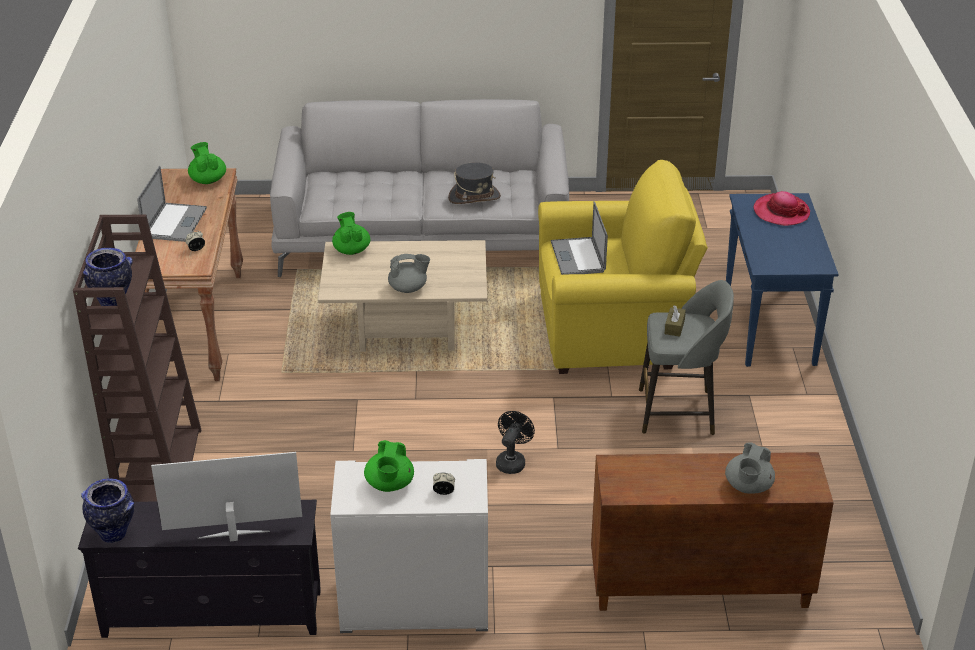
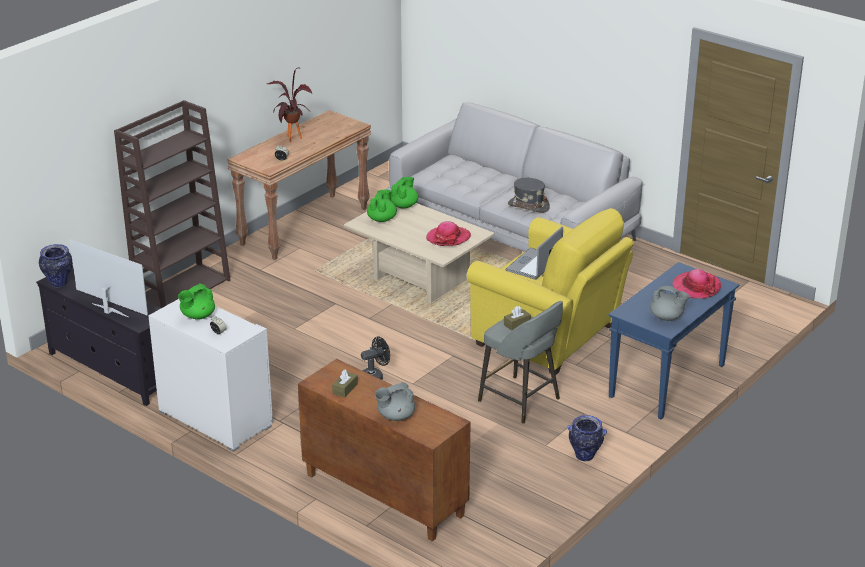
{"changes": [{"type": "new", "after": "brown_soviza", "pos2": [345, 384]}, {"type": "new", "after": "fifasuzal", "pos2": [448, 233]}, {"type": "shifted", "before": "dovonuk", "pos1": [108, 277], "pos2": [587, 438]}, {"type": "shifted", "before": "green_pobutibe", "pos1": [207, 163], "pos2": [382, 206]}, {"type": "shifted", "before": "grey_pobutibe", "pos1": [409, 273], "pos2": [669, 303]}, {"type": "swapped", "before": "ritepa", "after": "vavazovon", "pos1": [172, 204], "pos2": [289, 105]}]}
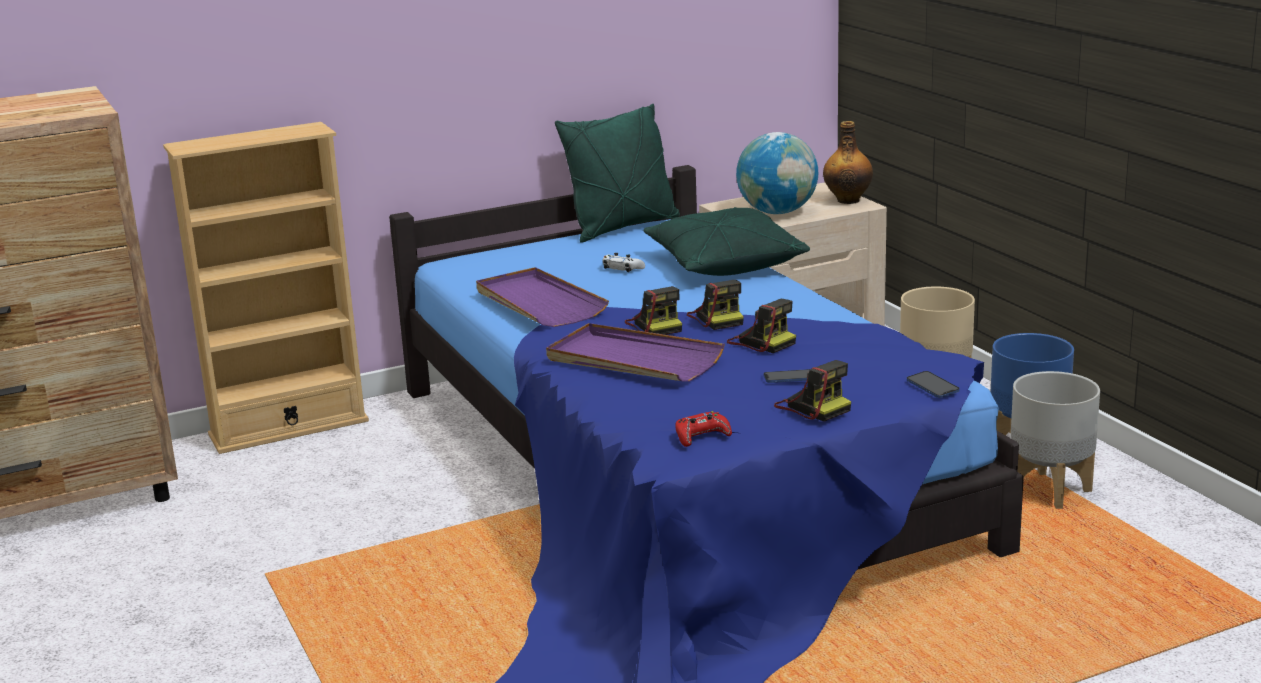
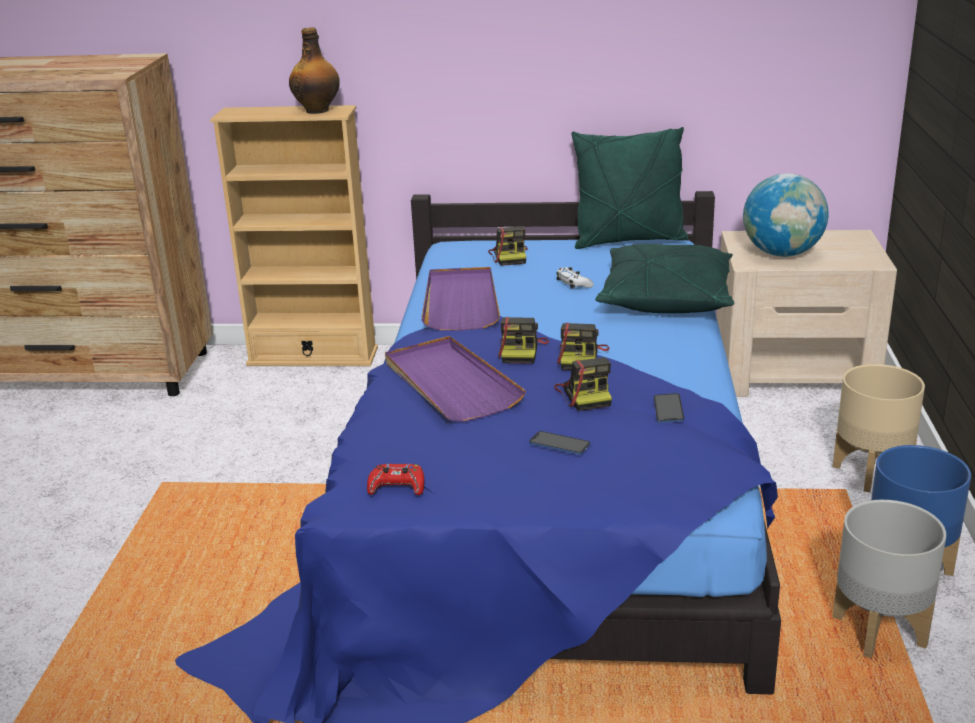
{"changes": [{"type": "shifted", "before": "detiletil", "pos1": [812, 391], "pos2": [508, 246]}, {"type": "shifted", "before": "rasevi", "pos1": [848, 162], "pos2": [314, 70]}, {"type": "shifted", "before": "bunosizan", "pos1": [933, 384], "pos2": [669, 408]}]}
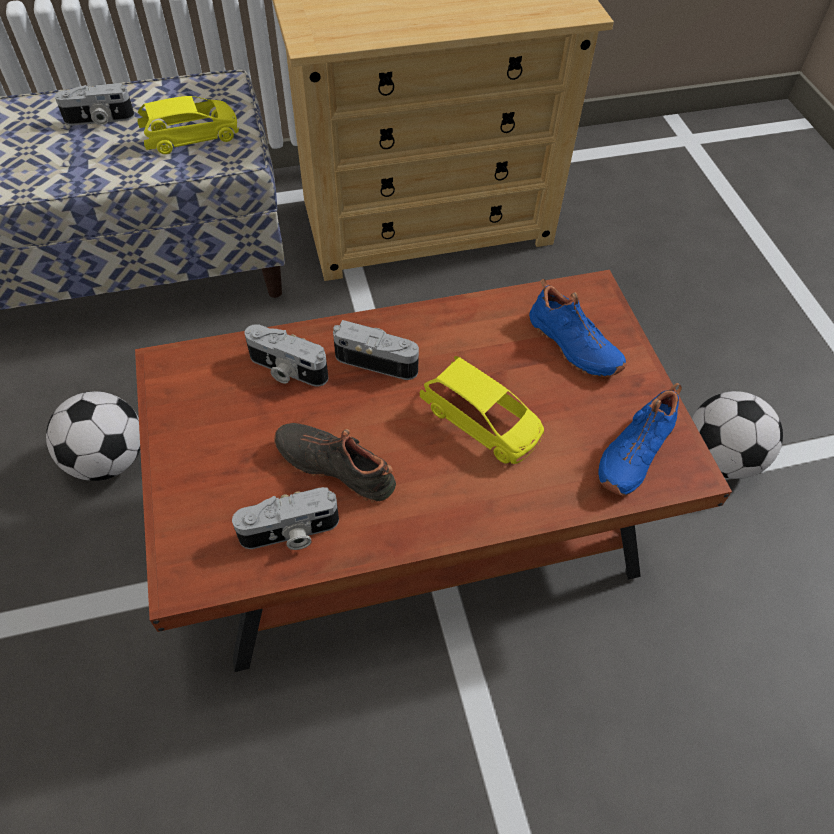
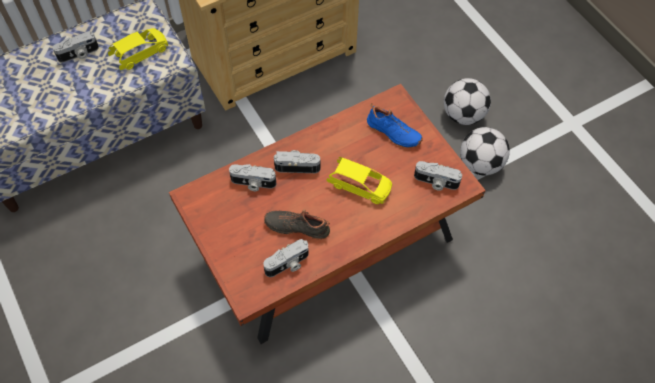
{"changes": [{"type": "shifted", "before": "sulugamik", "pos1": [93, 436], "pos2": [467, 101]}, {"type": "swapped", "before": "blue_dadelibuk", "after": "detiletil", "pos1": [640, 439], "pos2": [438, 176]}]}
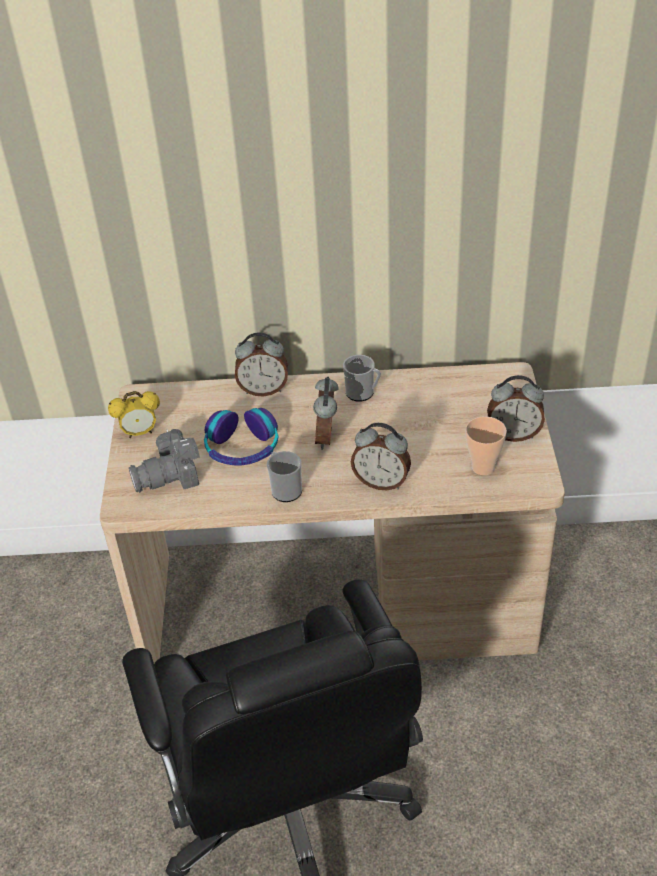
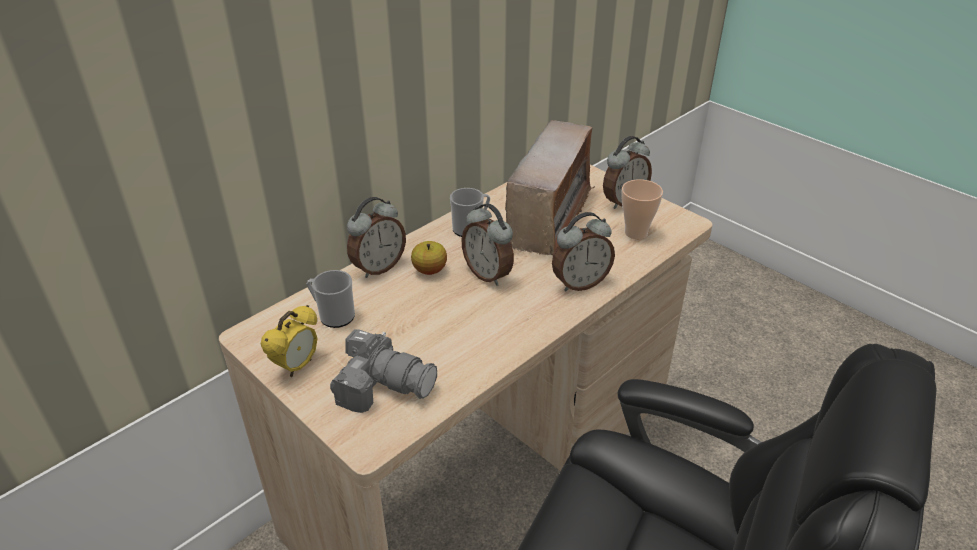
{"changes": [{"type": "gone", "before": "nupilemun", "pos1": [241, 436]}, {"type": "new", "after": "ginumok", "pos2": [429, 258]}, {"type": "new", "after": "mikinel", "pos2": [550, 188]}, {"type": "shifted", "before": "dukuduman", "pos1": [284, 476], "pos2": [331, 299]}, {"type": "rotated", "before": "detiletil", "pos1": [164, 461], "pos2": [383, 371], "turn": -90}]}
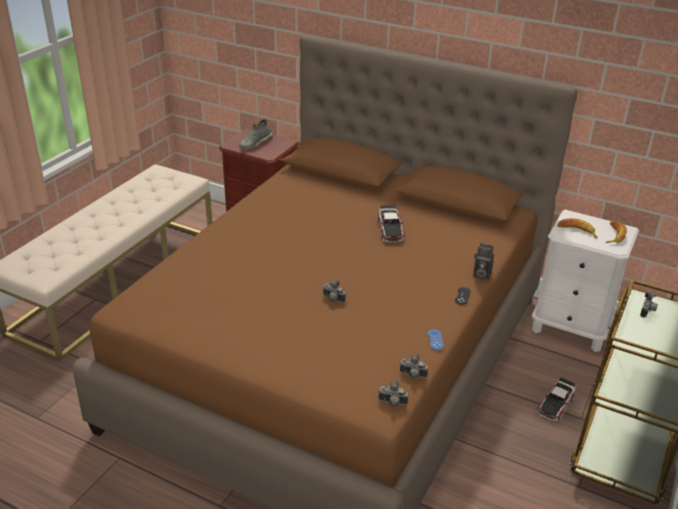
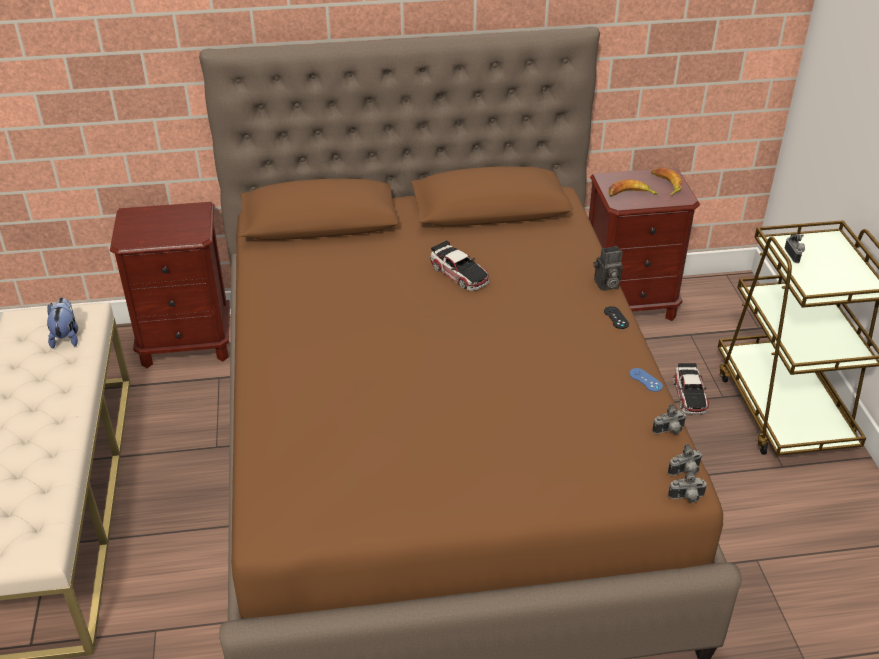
{"changes": [{"type": "gone", "before": "grey_dadelibuk", "pos1": [256, 134]}, {"type": "new", "after": "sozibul", "pos2": [62, 323]}, {"type": "shifted", "before": "detiletil", "pos1": [334, 291], "pos2": [687, 486]}, {"type": "repainted", "before": "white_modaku", "after": "brown_modaku", "pos1": [585, 281], "pos2": [644, 244]}]}
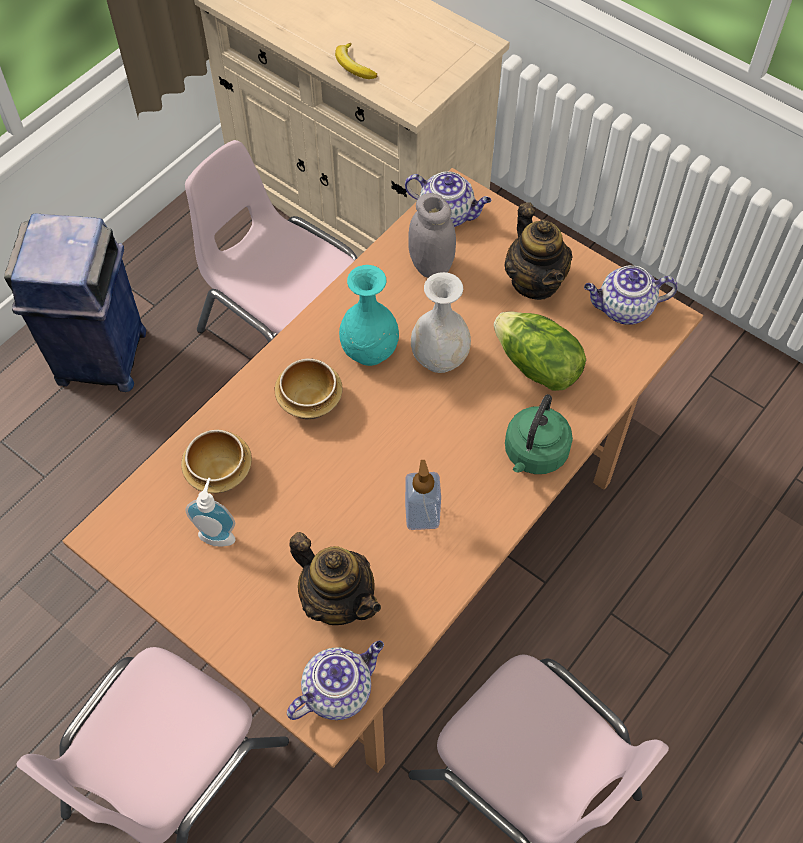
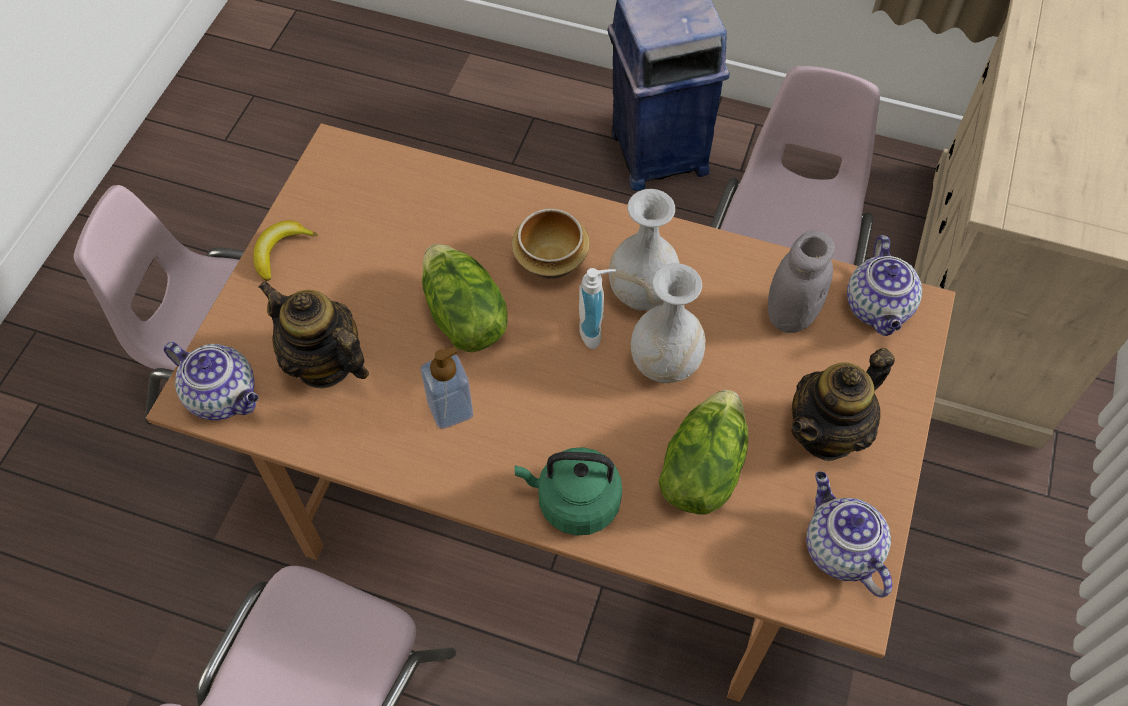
{"changes": [{"type": "gone", "before": "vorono", "pos1": [216, 461]}, {"type": "new", "after": "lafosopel", "pos2": [465, 298]}, {"type": "shifted", "before": "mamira", "pos1": [210, 512], "pos2": [597, 308]}, {"type": "shifted", "before": "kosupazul", "pos1": [356, 61], "pos2": [285, 250]}, {"type": "repainted", "before": "turquoise_dovonuk", "after": "white_dovonuk", "pos1": [369, 315], "pos2": [644, 250]}, {"type": "rotated", "before": "pobutibe", "pos1": [335, 578], "pos2": [313, 334], "turn": 105}]}
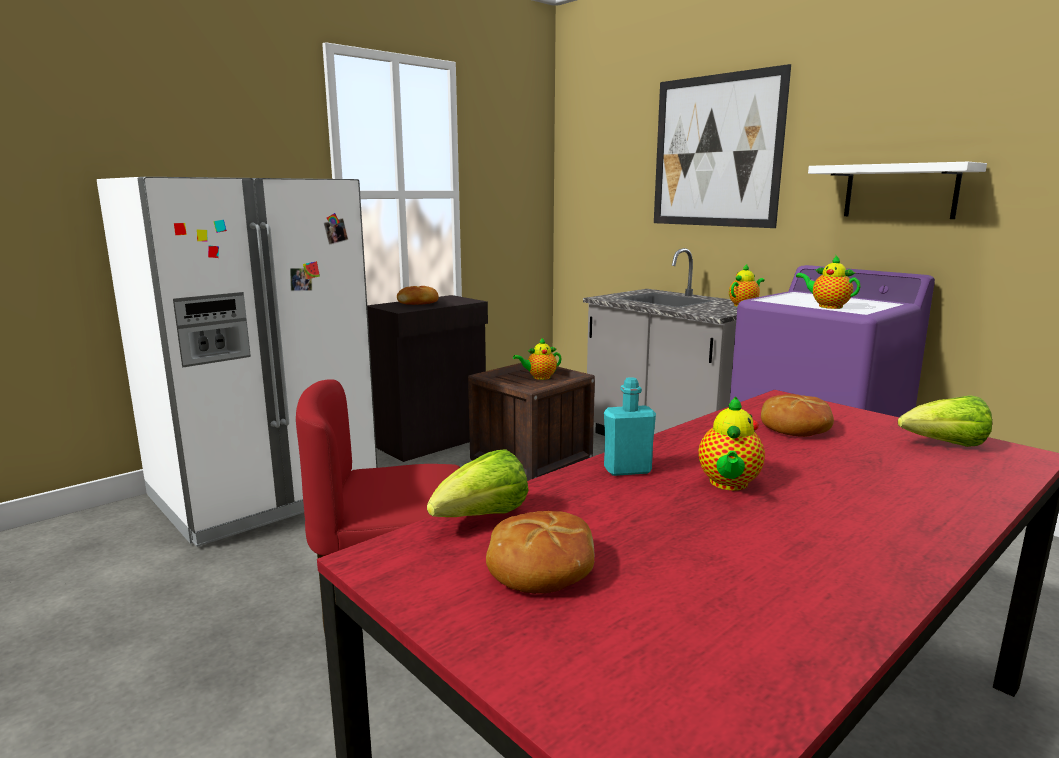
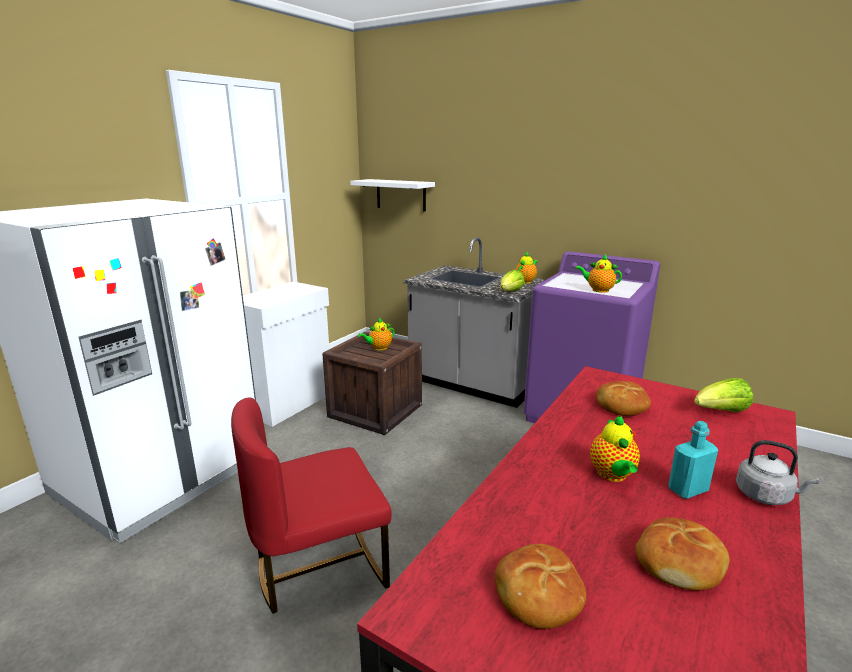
{"changes": [{"type": "gone", "before": "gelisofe", "pos1": [722, 146]}, {"type": "new", "after": "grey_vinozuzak", "pos2": [777, 472]}, {"type": "shifted", "before": "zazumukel", "pos1": [418, 295], "pos2": [682, 554]}, {"type": "shifted", "before": "lafosopel", "pos1": [478, 483], "pos2": [512, 280]}, {"type": "shifted", "before": "turquoise_rasevi", "pos1": [630, 426], "pos2": [693, 460]}, {"type": "shifted", "before": "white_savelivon", "pos1": [897, 190], "pos2": [392, 195]}, {"type": "repainted", "before": "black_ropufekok", "after": "white_ropufekok", "pos1": [427, 378], "pos2": [286, 354]}]}
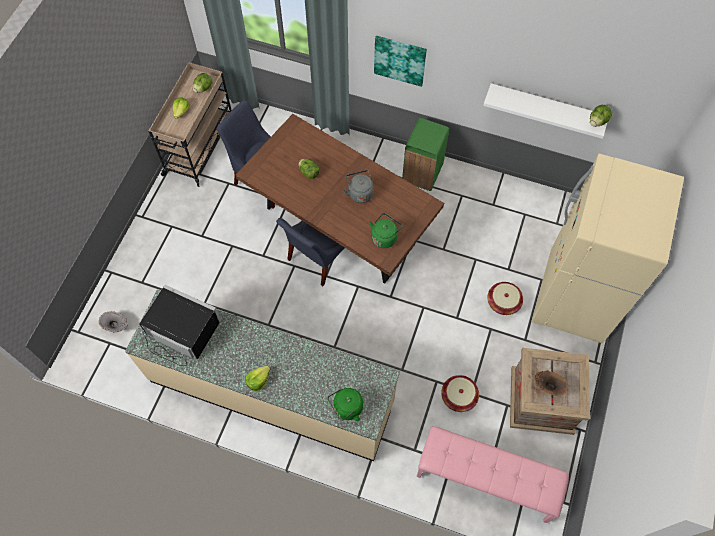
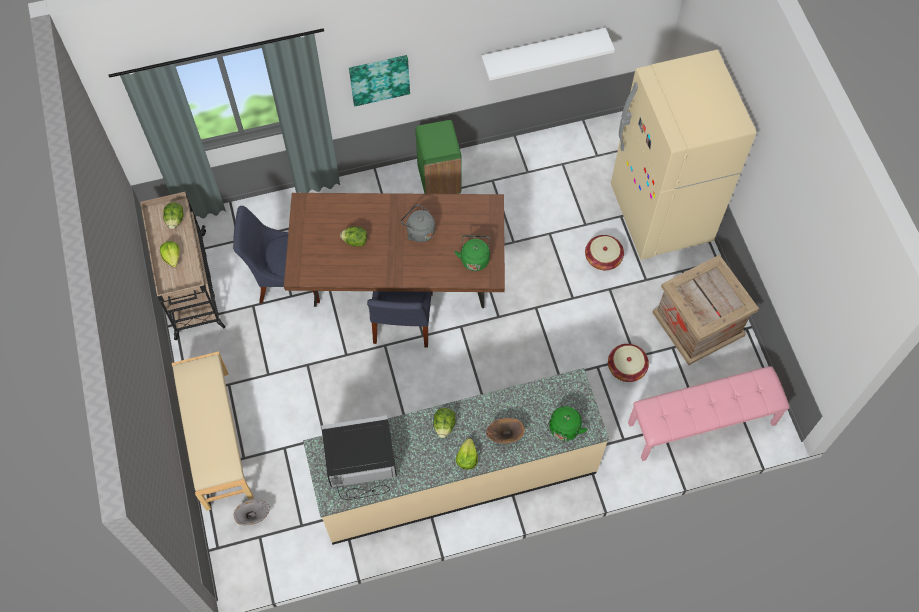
{"changes": [{"type": "new", "after": "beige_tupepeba", "pos2": [213, 431]}, {"type": "shifted", "before": "brown_dovonuk", "pos1": [551, 383], "pos2": [505, 431]}, {"type": "shifted", "before": "lafosopel", "pos1": [601, 116], "pos2": [444, 423]}]}
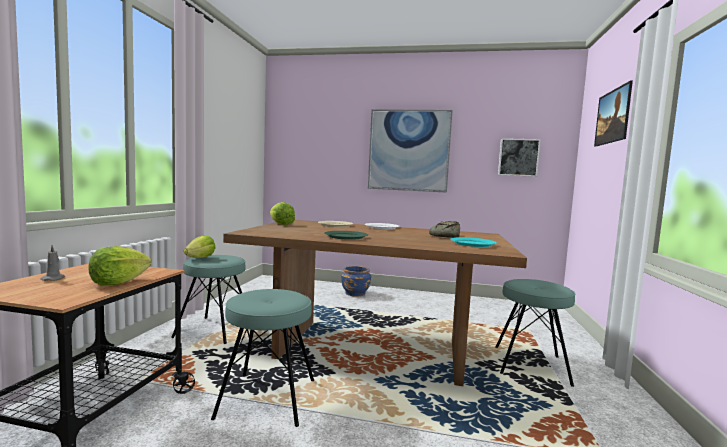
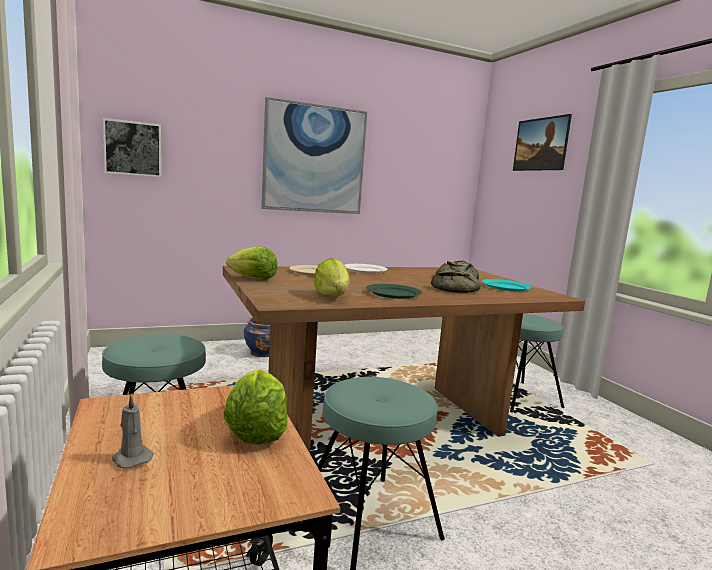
{"changes": [{"type": "new", "after": "zazumukel", "pos2": [456, 280]}, {"type": "shifted", "before": "lafosopel", "pos1": [199, 246], "pos2": [332, 277]}, {"type": "shifted", "before": "gelisofe", "pos1": [519, 157], "pos2": [132, 147]}]}
